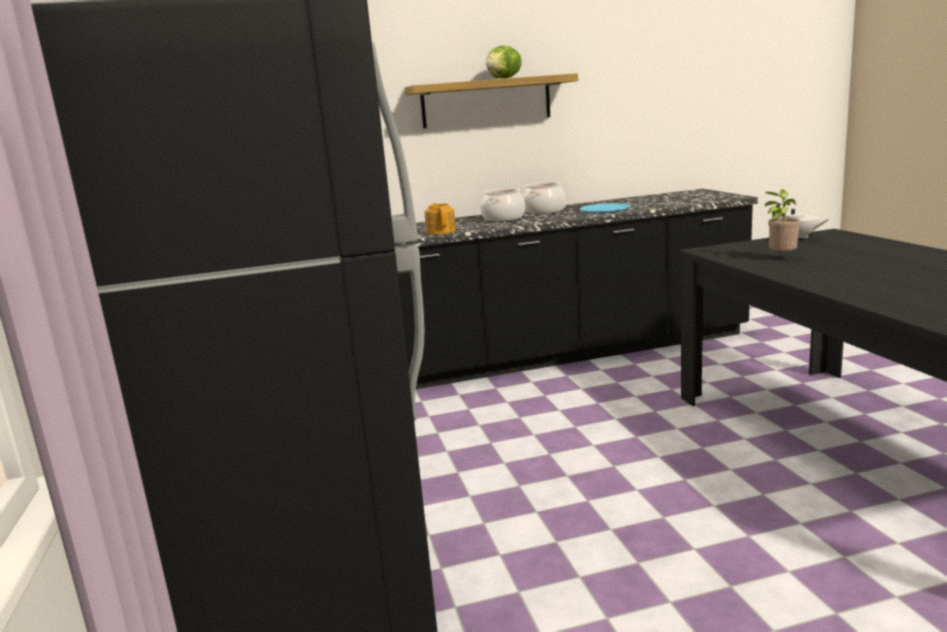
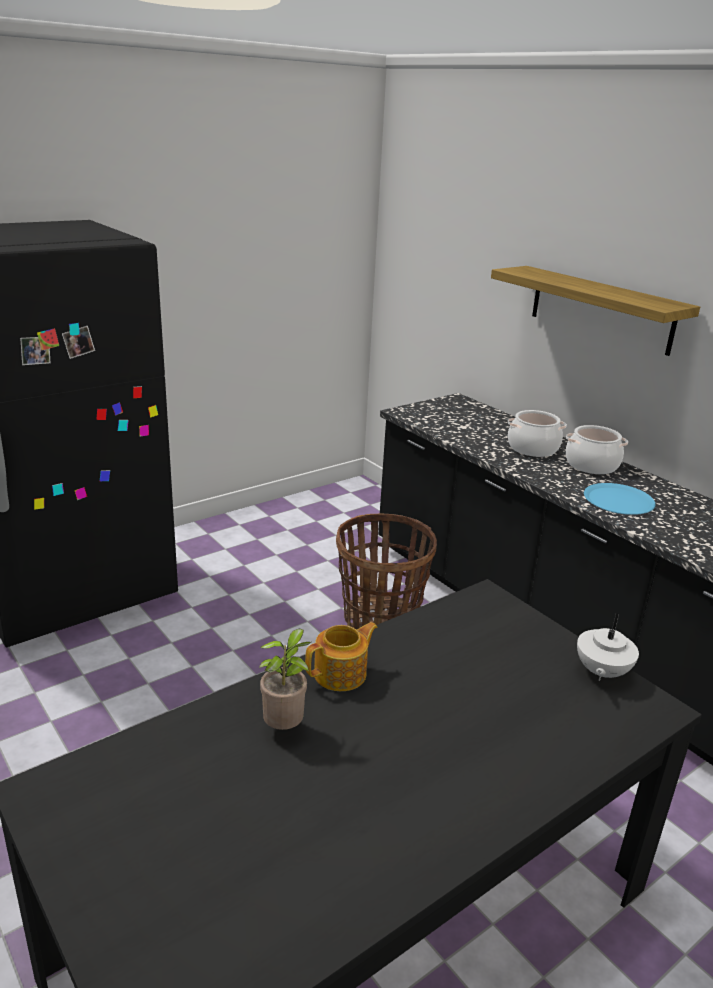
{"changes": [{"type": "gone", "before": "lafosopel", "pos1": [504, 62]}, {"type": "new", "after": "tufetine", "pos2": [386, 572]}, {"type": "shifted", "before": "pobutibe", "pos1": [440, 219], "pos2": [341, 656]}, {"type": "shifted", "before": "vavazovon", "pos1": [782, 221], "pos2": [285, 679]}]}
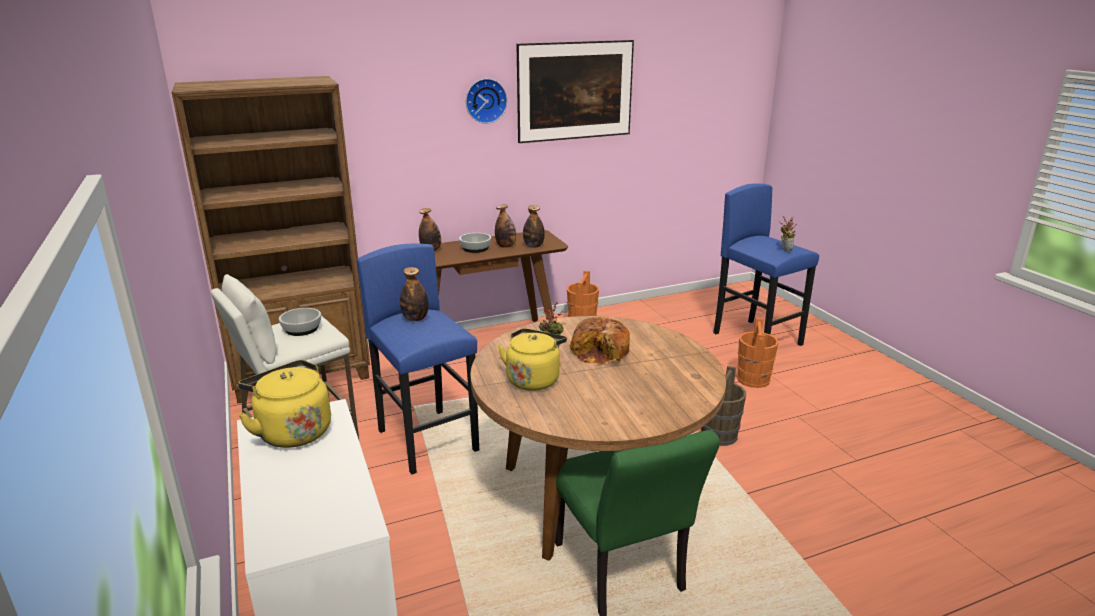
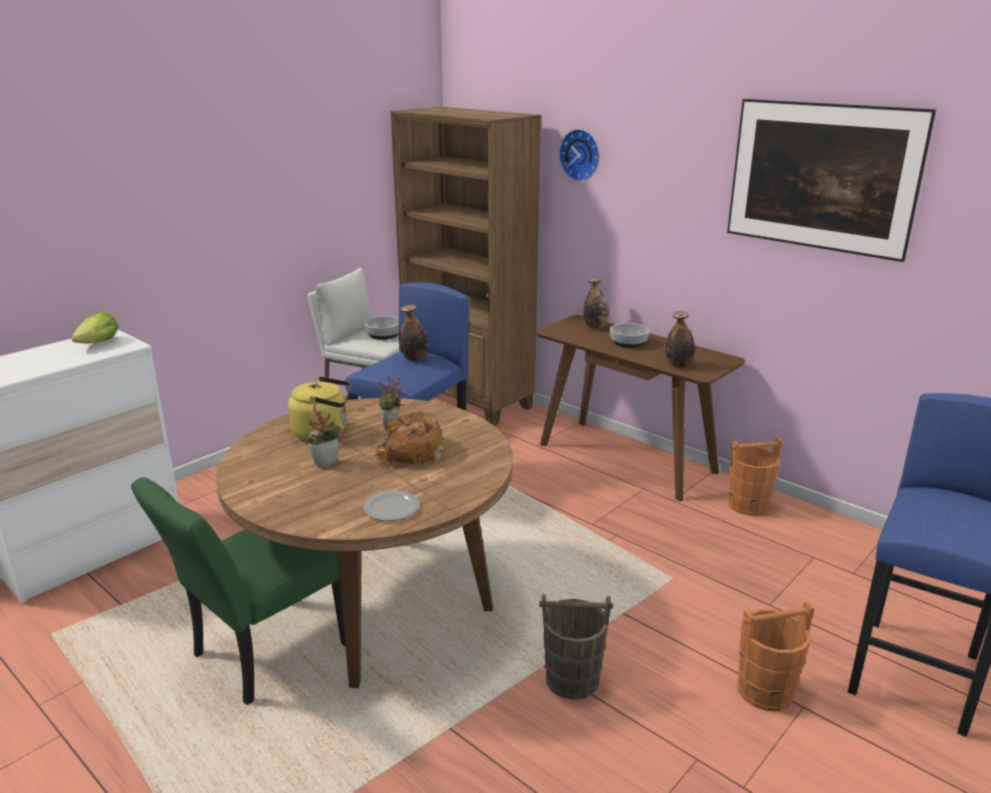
{"changes": [{"type": "gone", "before": "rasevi", "pos1": [505, 226]}, {"type": "new", "after": "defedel", "pos2": [392, 506]}, {"type": "shifted", "before": "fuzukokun", "pos1": [486, 101], "pos2": [579, 155]}, {"type": "shifted", "before": "vavazovon", "pos1": [788, 234], "pos2": [324, 436]}, {"type": "swapped", "before": "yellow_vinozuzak", "after": "lafosopel", "pos1": [284, 404], "pos2": [94, 328]}]}
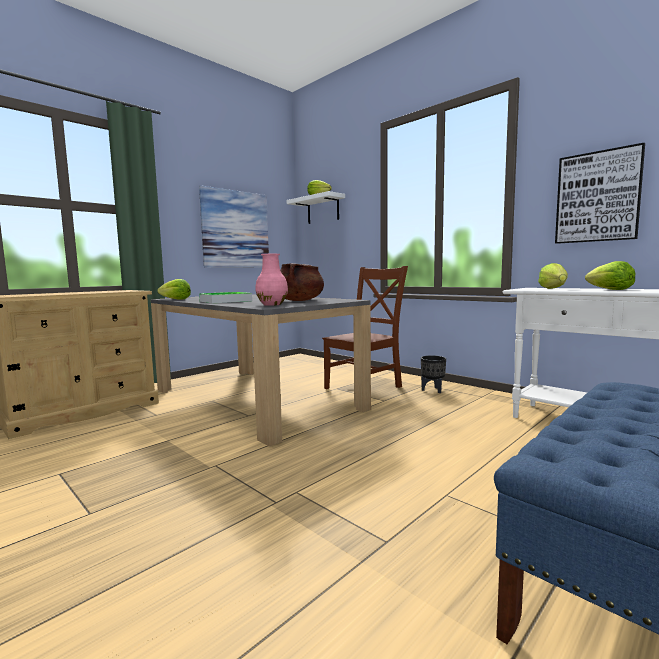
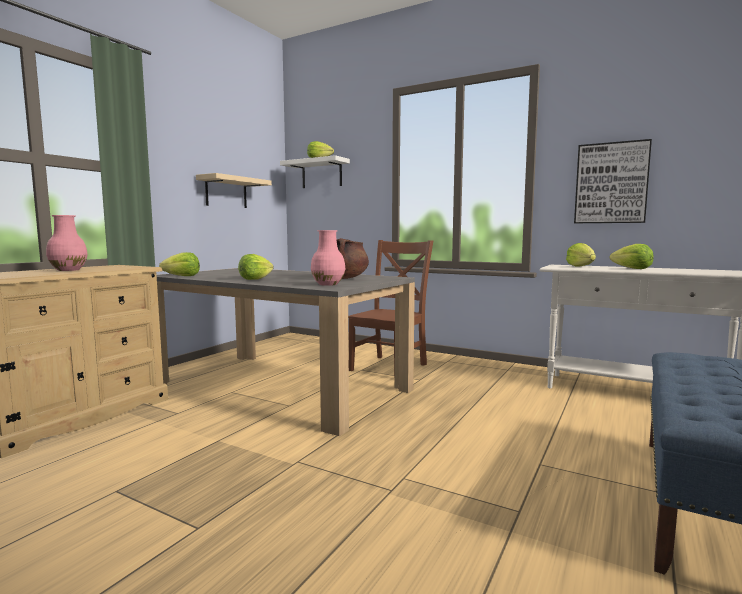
{"changes": [{"type": "gone", "before": "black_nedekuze", "pos1": [433, 374]}, {"type": "new", "after": "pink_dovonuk", "pos2": [67, 243]}, {"type": "swapped", "before": "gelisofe", "after": "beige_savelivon", "pos1": [234, 227], "pos2": [234, 190]}, {"type": "swapped", "before": "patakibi", "after": "lafosopel", "pos1": [225, 297], "pos2": [256, 267]}]}
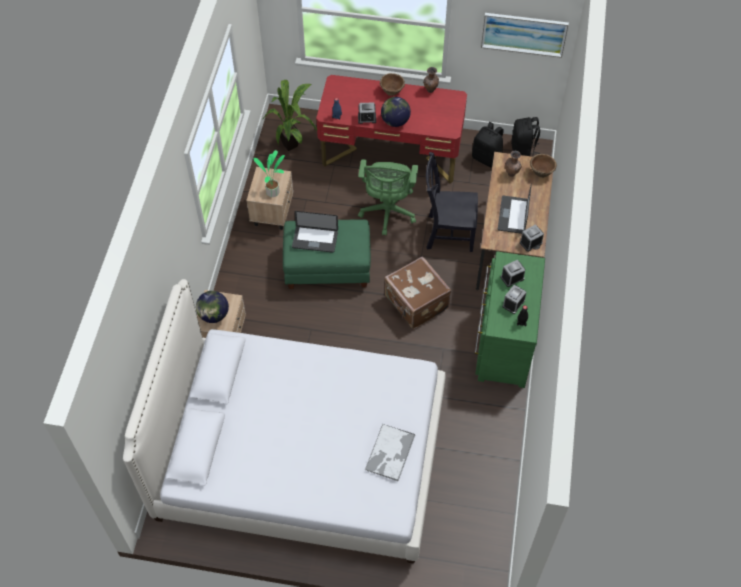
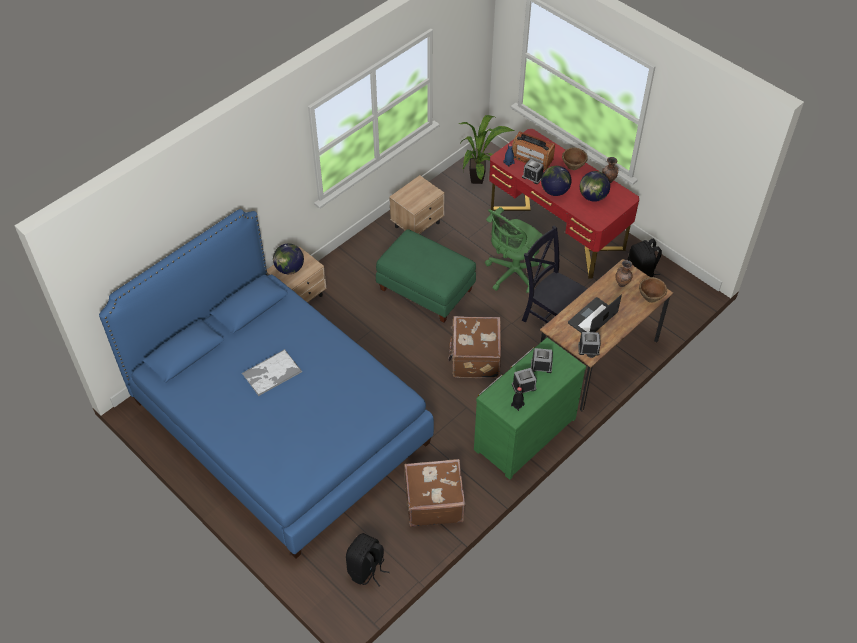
{"changes": [{"type": "gone", "before": "vavazovon", "pos1": [269, 173]}, {"type": "gone", "before": "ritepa", "pos1": [315, 232]}, {"type": "gone", "before": "gelisofe", "pos1": [525, 35]}, {"type": "new", "after": "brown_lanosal", "pos2": [434, 493]}, {"type": "new", "after": "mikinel", "pos2": [533, 150]}, {"type": "new", "after": "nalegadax", "pos2": [595, 186]}, {"type": "shifted", "before": "patakibi", "pos1": [390, 452], "pos2": [272, 372]}, {"type": "shifted", "before": "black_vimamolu", "pos1": [526, 137], "pos2": [368, 560]}, {"type": "repainted", "before": "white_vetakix", "after": "blue_vetakix", "pos1": [284, 421], "pos2": [266, 383]}]}
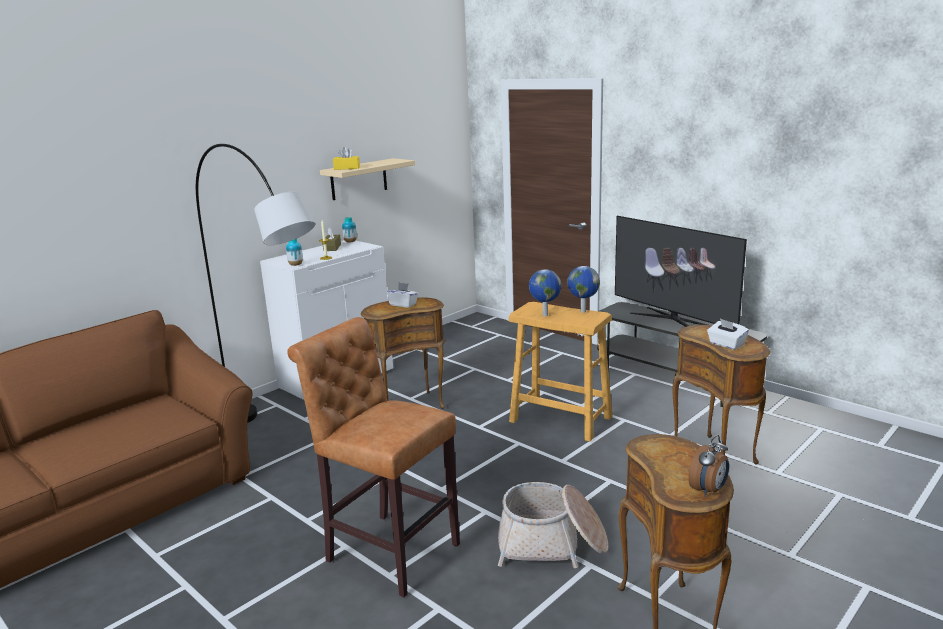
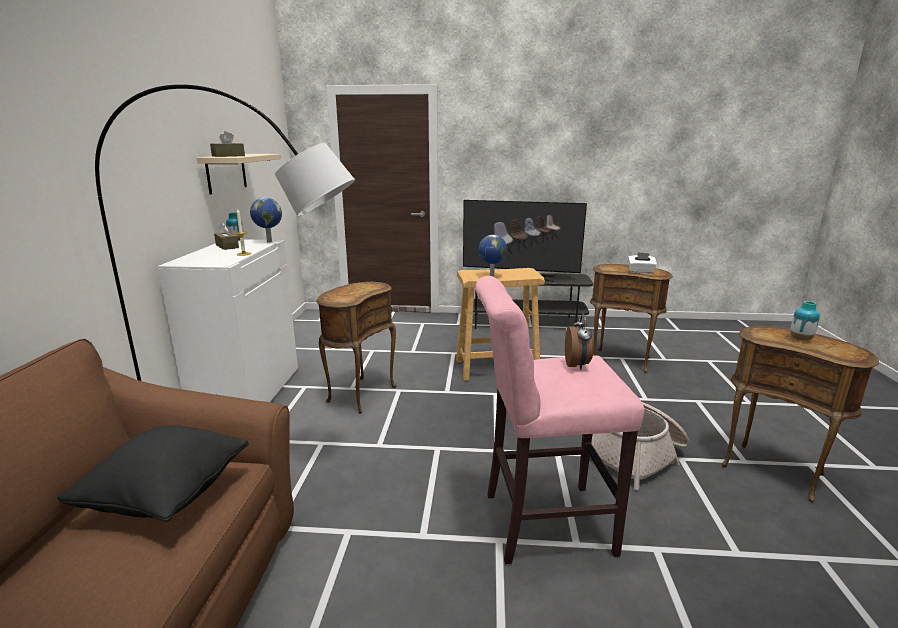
{"changes": [{"type": "gone", "before": "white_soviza", "pos1": [402, 295]}, {"type": "new", "after": "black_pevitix", "pos2": [153, 473]}, {"type": "shifted", "before": "dovonuk", "pos1": [294, 252], "pos2": [805, 321]}, {"type": "shifted", "before": "nalegadax", "pos1": [583, 289], "pos2": [266, 220]}, {"type": "shifted", "before": "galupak", "pos1": [708, 465], "pos2": [579, 341]}, {"type": "repainted", "before": "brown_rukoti", "after": "pink_rukoti", "pos1": [373, 457], "pos2": [559, 420]}, {"type": "repainted", "before": "yellow_soviza", "after": "brown_soviza", "pos1": [346, 158], "pos2": [227, 144]}]}
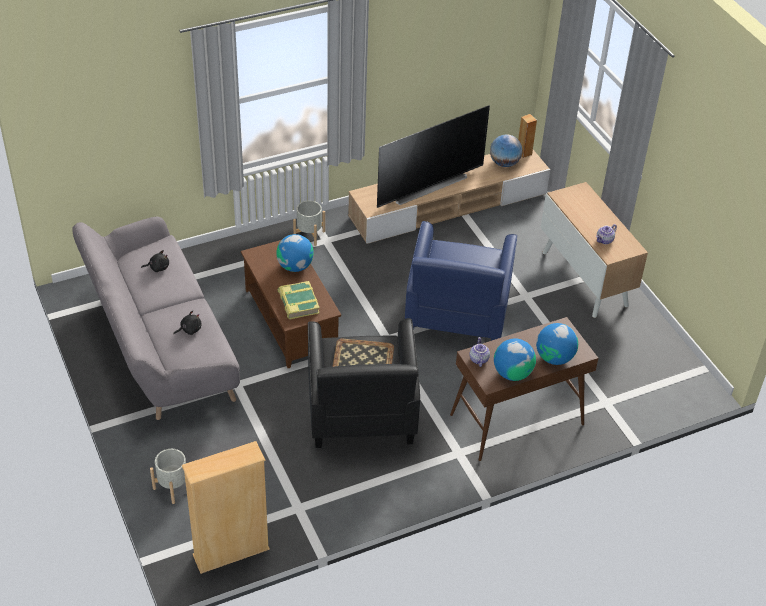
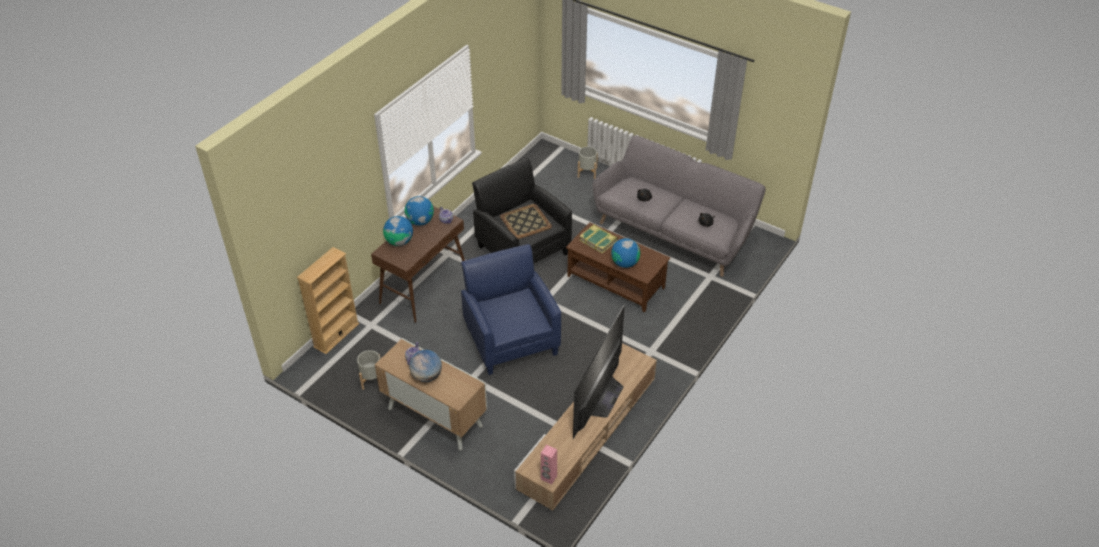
{"changes": [{"type": "shifted", "before": "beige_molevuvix", "pos1": [226, 507], "pos2": [328, 300]}, {"type": "shifted", "before": "grey_nedekuze", "pos1": [309, 223], "pos2": [368, 370]}, {"type": "shifted", "before": "nalegadax", "pos1": [506, 151], "pos2": [425, 366]}, {"type": "repainted", "before": "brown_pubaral", "after": "pink_pubaral", "pos1": [527, 136], "pos2": [549, 464]}]}
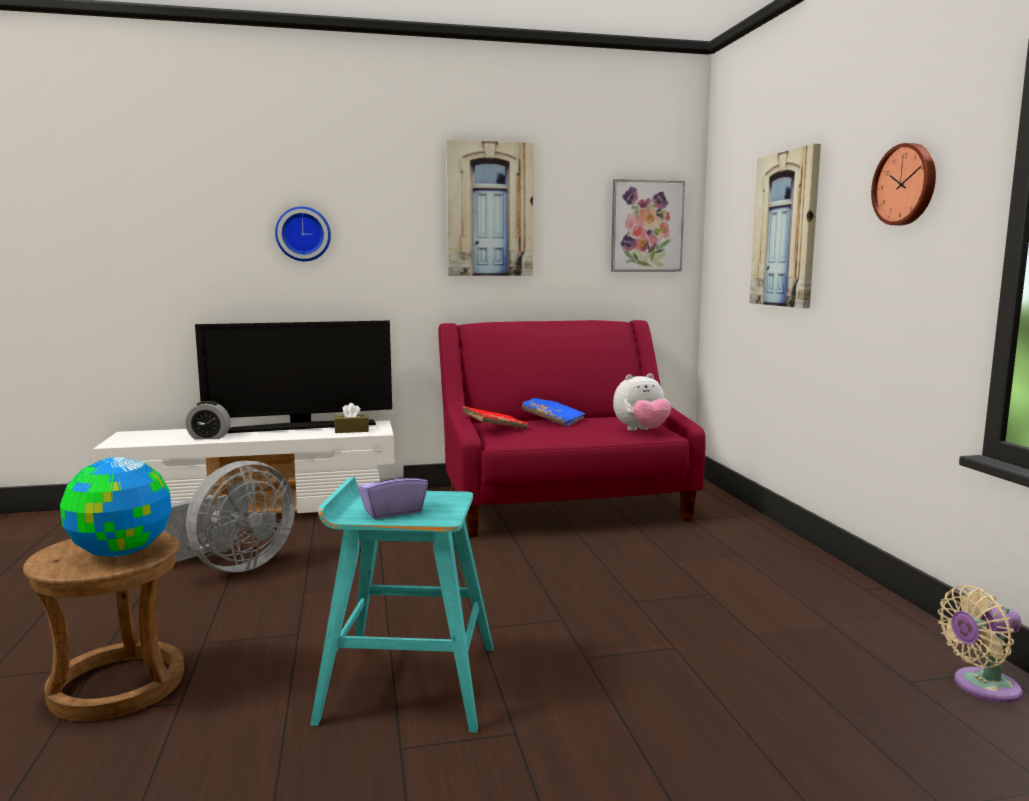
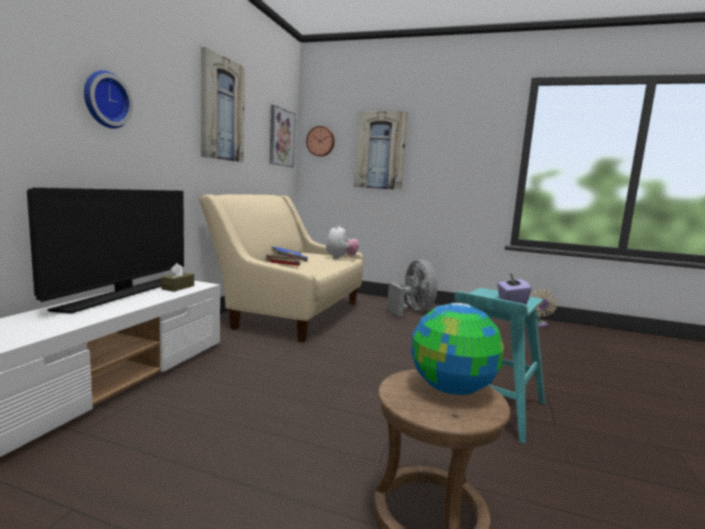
{"changes": [{"type": "gone", "before": "galupak", "pos1": [208, 420]}, {"type": "shifted", "before": "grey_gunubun", "pos1": [229, 516], "pos2": [412, 288]}, {"type": "shifted", "before": "fuzukokun", "pos1": [903, 184], "pos2": [320, 141]}, {"type": "repainted", "before": "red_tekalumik", "after": "beige_tekalumik", "pos1": [572, 428], "pos2": [281, 268]}]}
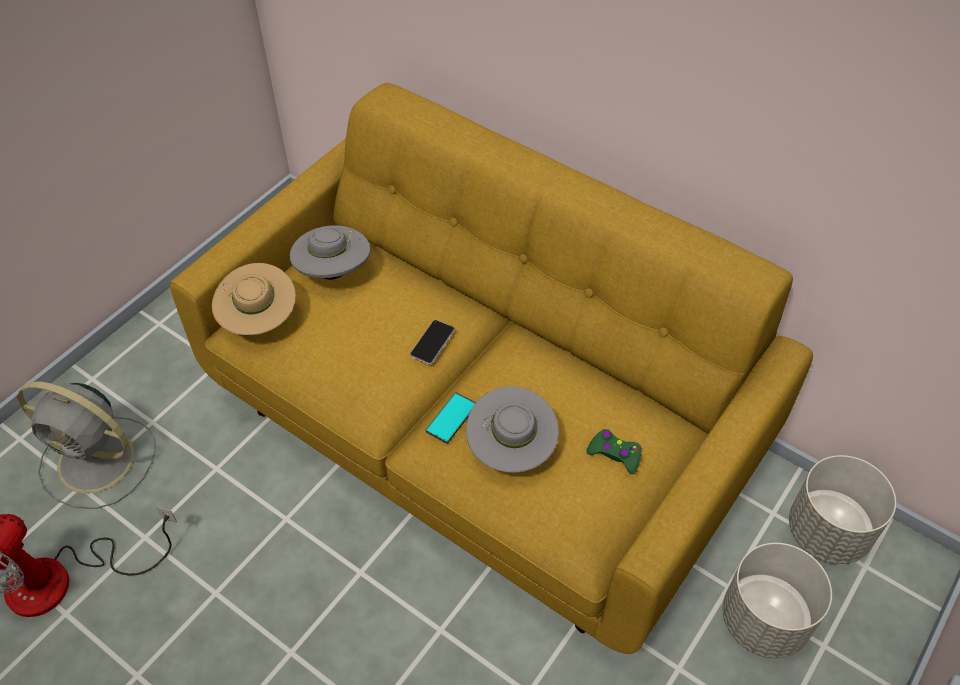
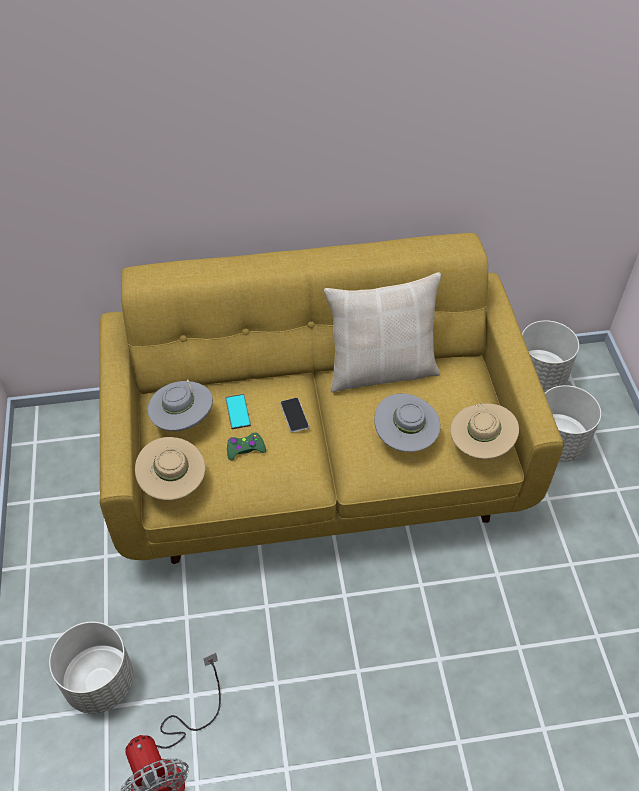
{"changes": [{"type": "new", "after": "beige_pevitix", "pos2": [382, 332]}, {"type": "new", "after": "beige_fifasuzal", "pos2": [484, 431]}, {"type": "shifted", "before": "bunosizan", "pos1": [450, 418], "pos2": [238, 411]}, {"type": "shifted", "before": "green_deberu", "pos1": [613, 452], "pos2": [246, 446]}, {"type": "swapped", "before": "grey_gunubun", "after": "grey_nedekuze", "pos1": [86, 445], "pos2": [91, 668]}]}
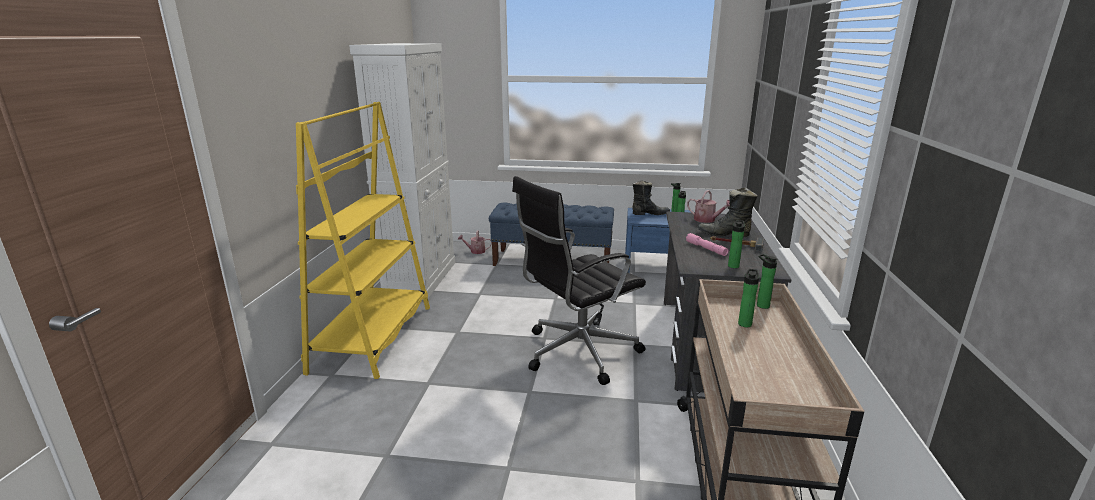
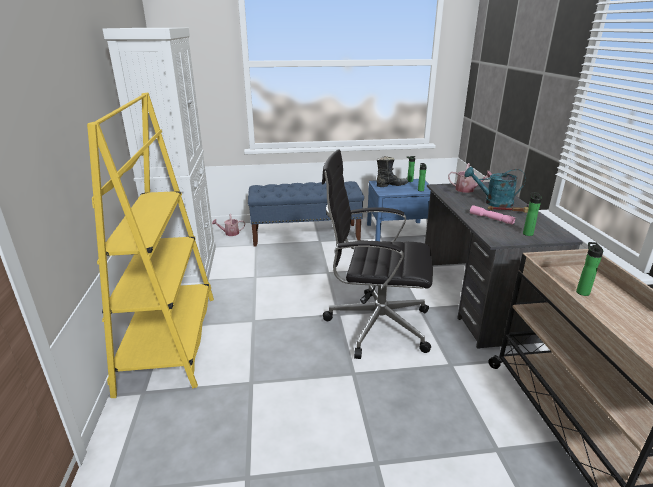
{"changes": [{"type": "gone", "before": "rasevi", "pos1": [767, 281]}, {"type": "swapped", "before": "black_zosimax", "after": "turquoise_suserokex", "pos1": [728, 212], "pos2": [495, 187]}, {"type": "rotated", "before": "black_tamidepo", "pos1": [579, 280], "pos2": [377, 254], "turn": 60}]}
